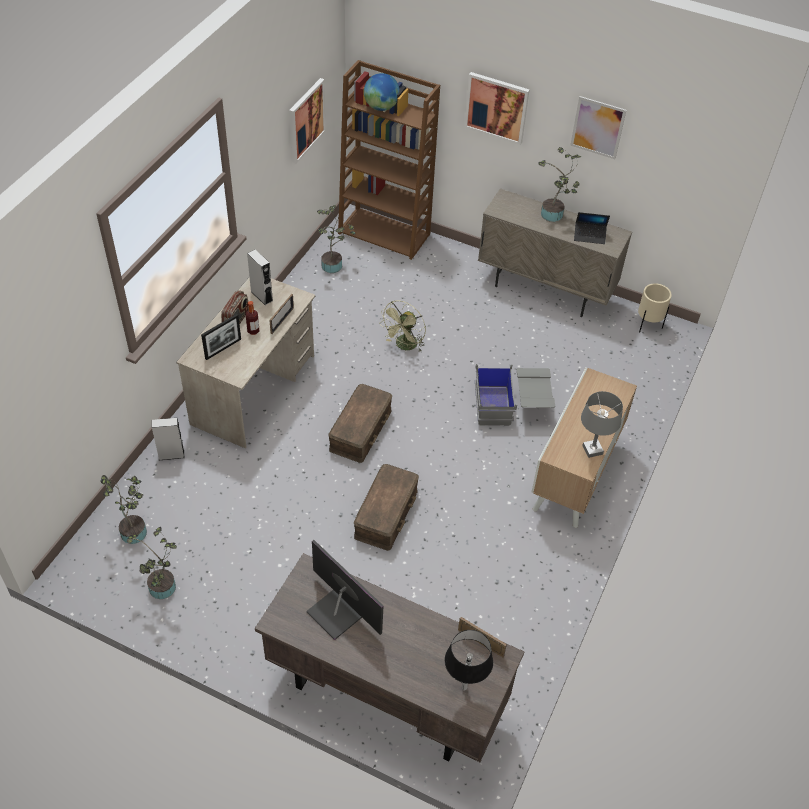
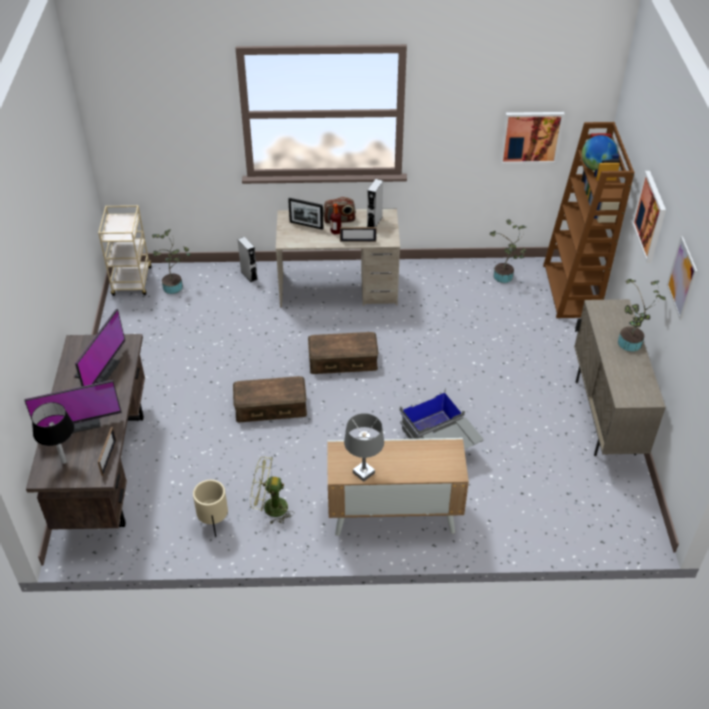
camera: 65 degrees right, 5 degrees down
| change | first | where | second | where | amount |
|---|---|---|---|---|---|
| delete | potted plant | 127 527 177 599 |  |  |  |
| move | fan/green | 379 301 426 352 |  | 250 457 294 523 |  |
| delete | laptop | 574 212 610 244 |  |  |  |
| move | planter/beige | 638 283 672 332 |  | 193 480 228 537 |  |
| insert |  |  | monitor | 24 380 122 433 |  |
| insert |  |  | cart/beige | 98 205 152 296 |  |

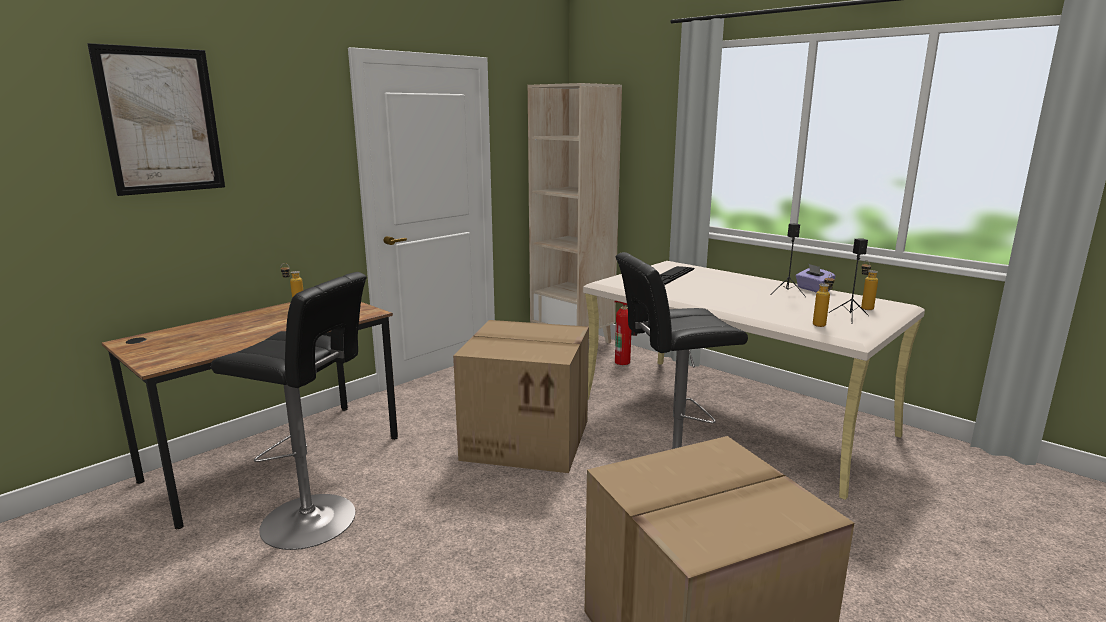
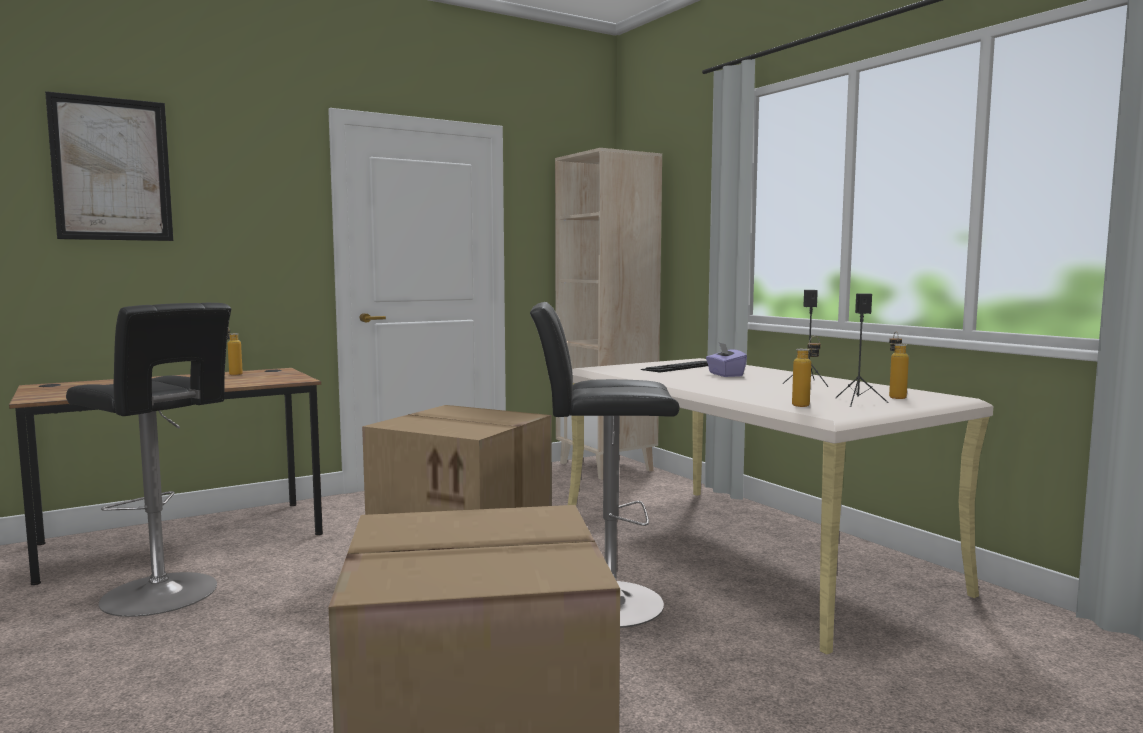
camera: 15 degrees right, 10 degrees down
| change | first | where | second | where | amount |
|---|---|---|---|---|---|
| delete | fire extinguisher | 615 301 637 365 |  |  |  |
| move | tissue box/purple | 796 264 836 293 |  | 706 343 747 377 |  |

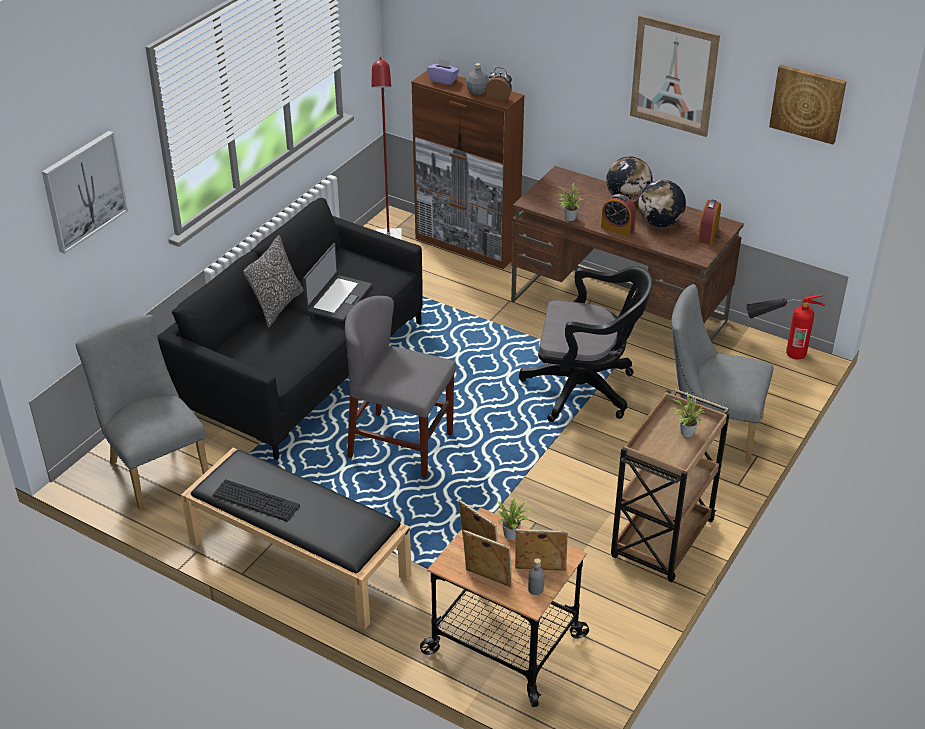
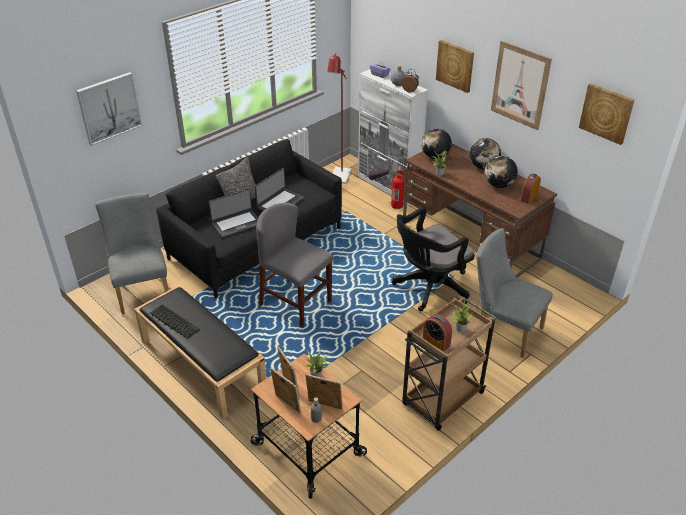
camera: 15 degrees right, 0 degrees up
| change | first | where | second | where | amount |
|---|---|---|---|---|---|
| recolor | cabinet/brown | 412 70 525 269 | cabinet/white | 358 69 428 195 |  |
| rotate | office chair/black | 519 266 653 422 |  | 392 207 474 311 | 120 degrees clockwise |
| move | alarm clock | 601 194 636 236 |  | 423 314 452 351 |  |
| move | fire extinguisher | 746 295 825 359 |  | 368 169 405 209 |  |
| insert |  |  | laptop | 209 189 258 238 |  |
| insert |  |  | globe | 421 128 452 159 |  |
| insert |  |  | picture | 436 40 474 93 |  |

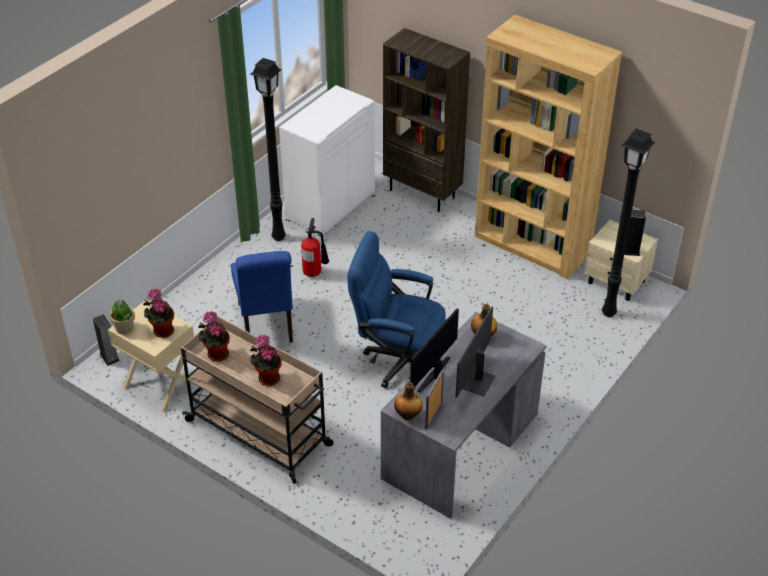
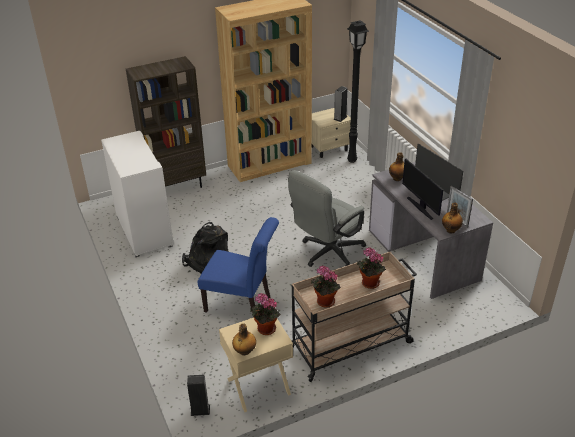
camera: 60 degrees left, 5 degrees down
| change | first | where | second | where | amount |
|---|---|---|---|---|---|
| replace | potted plant | 109 300 135 334 | bottle | 232 323 256 356 |  |
| delete | floor lamp/black | 250 58 286 241 |  |  |  |
| replace | fire extinguisher | 301 218 329 277 | backpack/black | 182 222 229 274 |  |
| recolor | office chair/blue | 347 231 446 388 | office chair/grey | 288 170 366 267 |  |

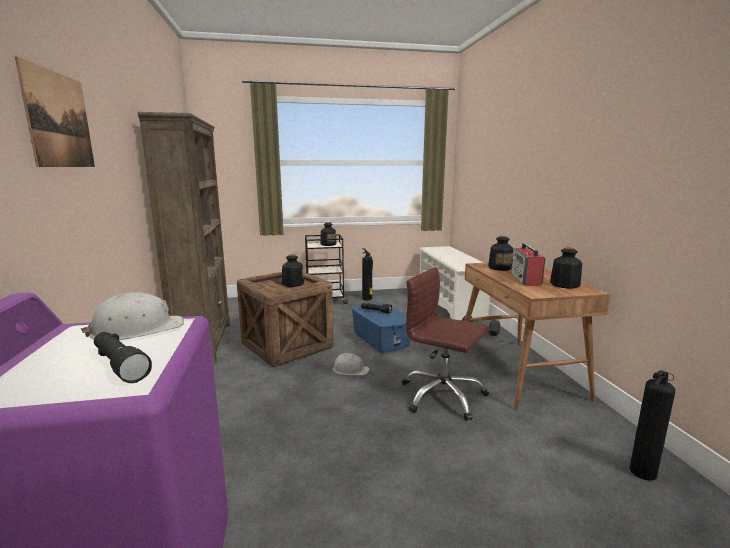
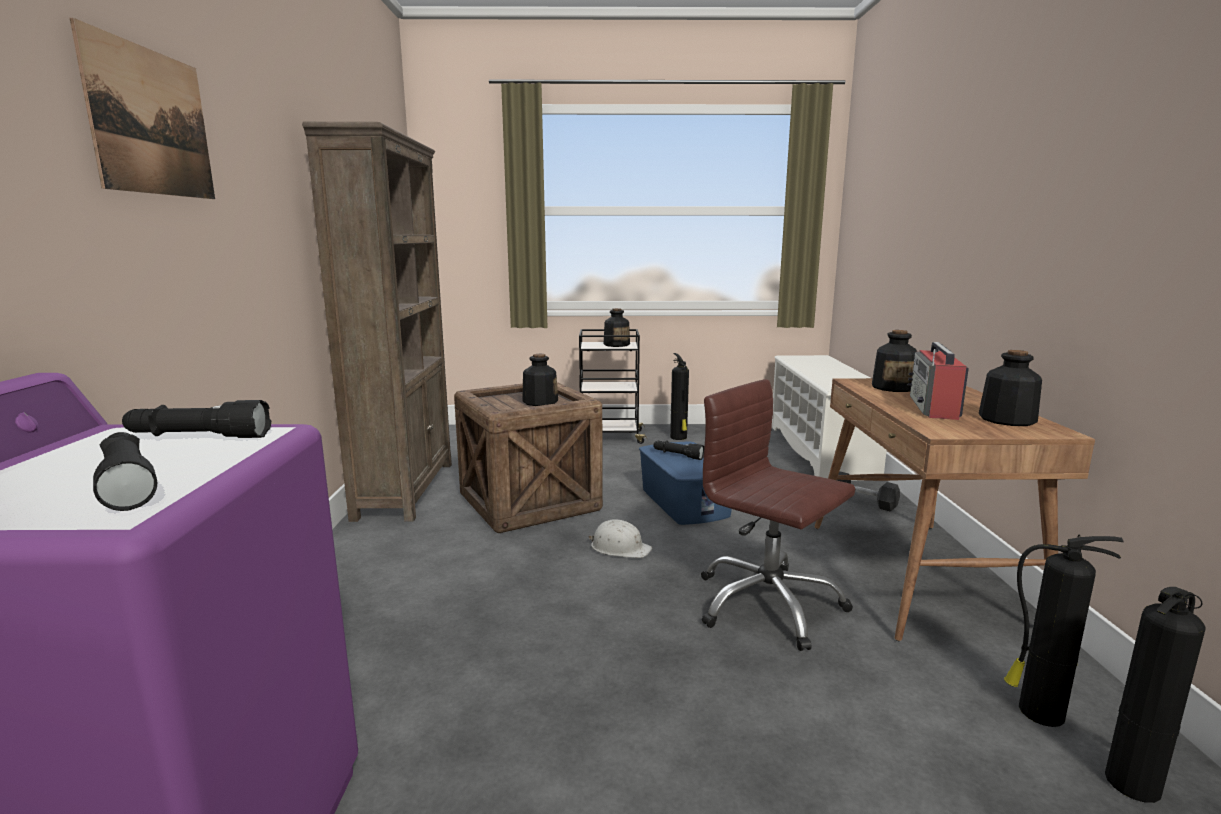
camera: 10 degrees right, 0 degrees up
| change | first | where | second | where | amount |
|---|---|---|---|---|---|
| replace | hard hat/white | 81 292 184 340 | flashlight/black | 122 400 271 438 |  |
| insert |  |  | fire extinguisher | 1004 535 1124 727 |  |

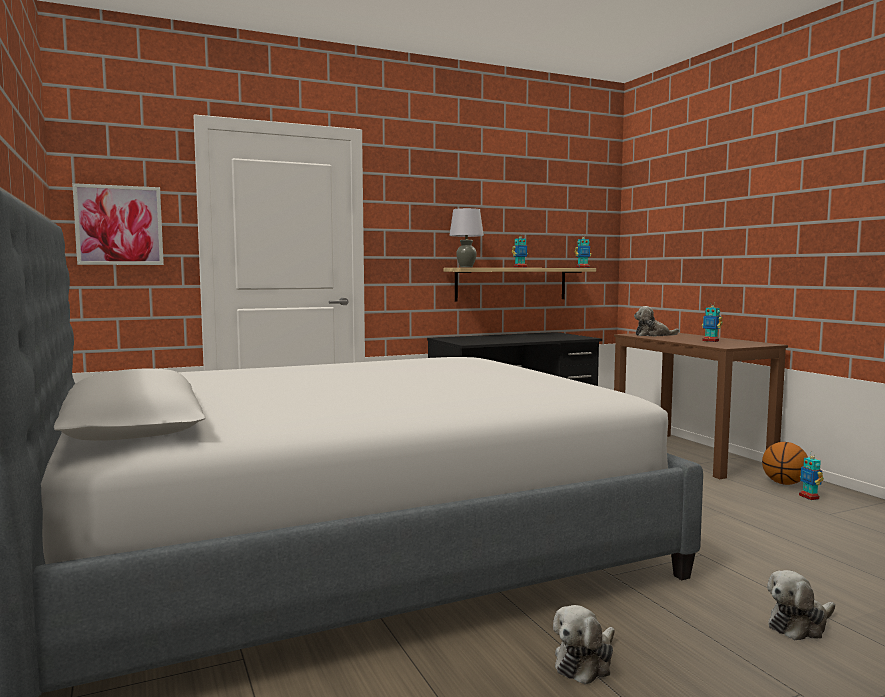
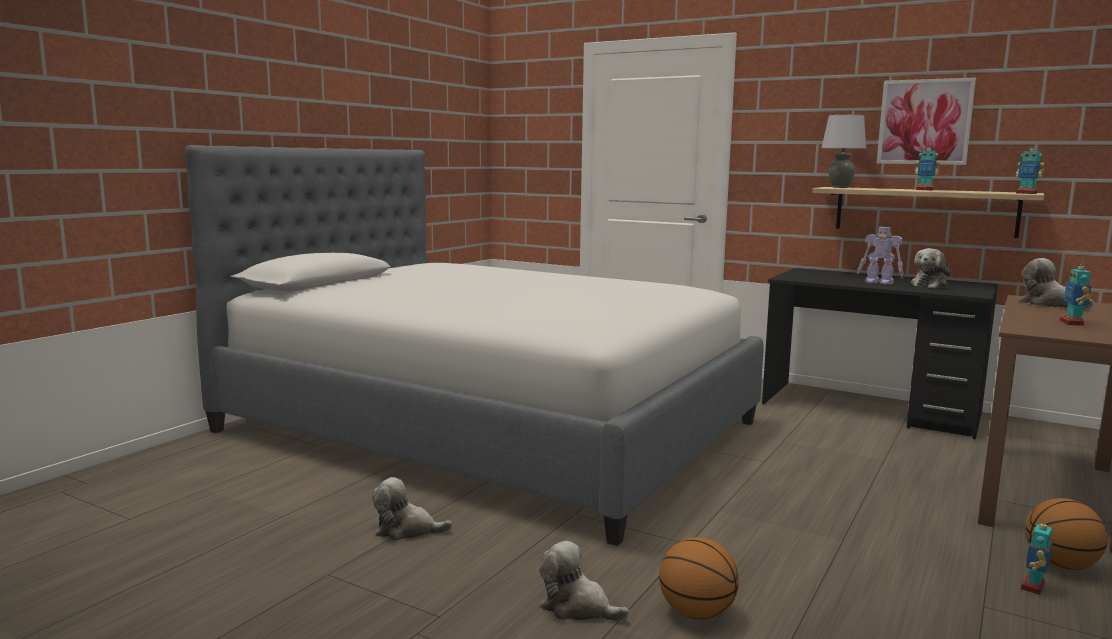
camera: 55 degrees right, 5 degrees up
| change | first | where | second | where | amount |
|---|---|---|---|---|---|
| move | picture | 72 183 164 265 |  | 877 78 976 165 |  |
| insert |  |  | basketball | 659 537 739 620 |  |
| insert |  |  | toy robot | 857 227 903 285 |  |
| insert |  |  | plush toy | 911 248 952 288 |  |

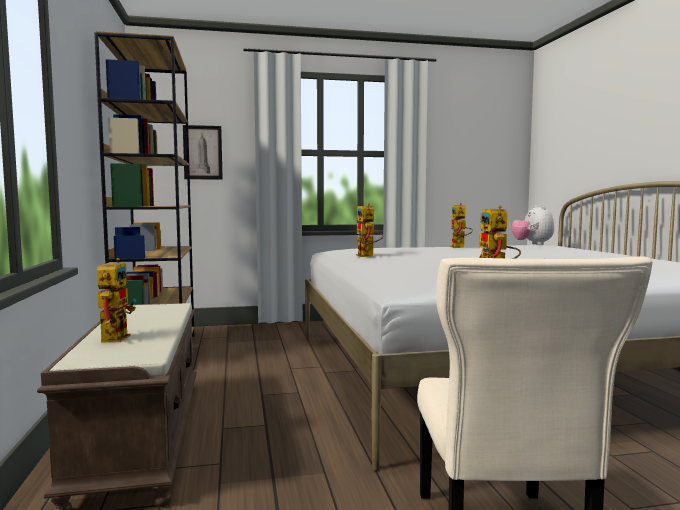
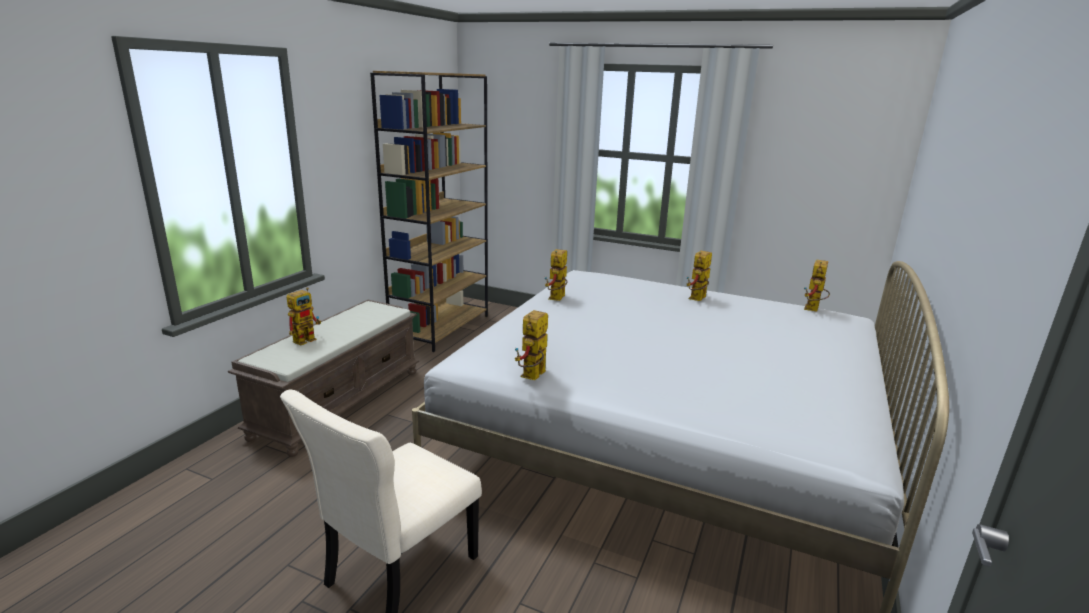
camera: 35 degrees right, 15 degrees up
| change | first | where | second | where | amount |
|---|---|---|---|---|---|
| delete | picture | 183 125 223 180 |  |  |  |
| replace | plush toy | 511 205 554 245 | toy robot | 804 259 830 312 |  |

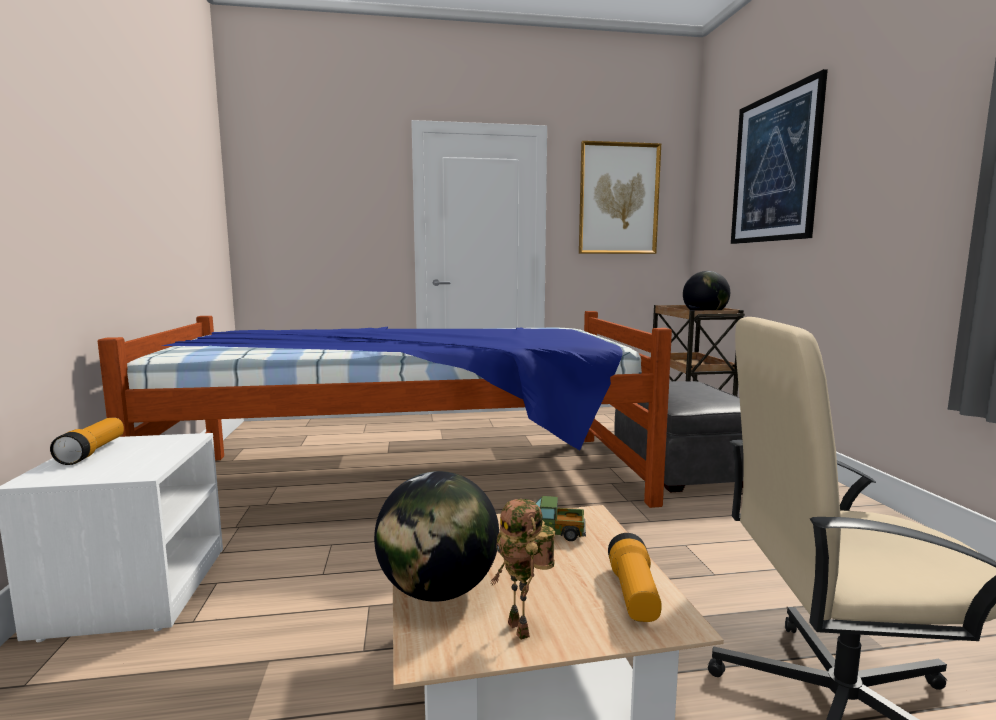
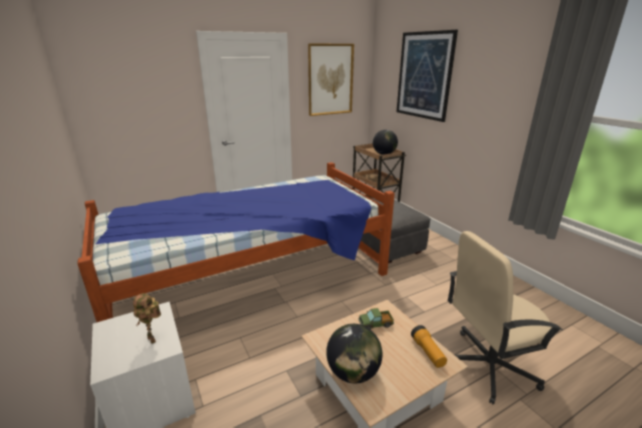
camera: 20 degrees left, 15 degrees up
| change | first | where | second | where | amount |
|---|---|---|---|---|---|
| delete | flashlight | 50 418 124 465 |  |  |  |
| move | toy robot | 491 499 555 640 |  | 133 293 161 344 |  |

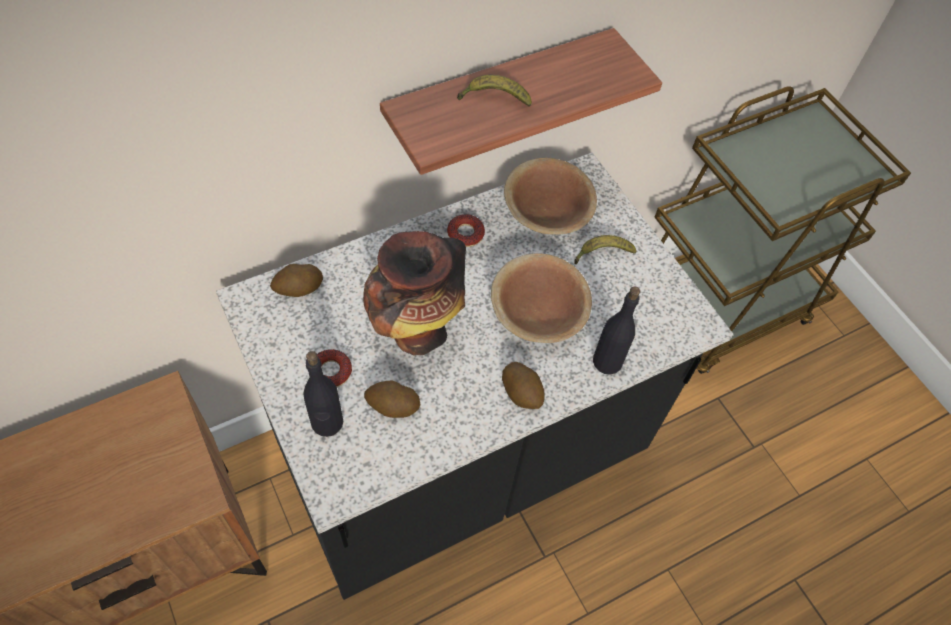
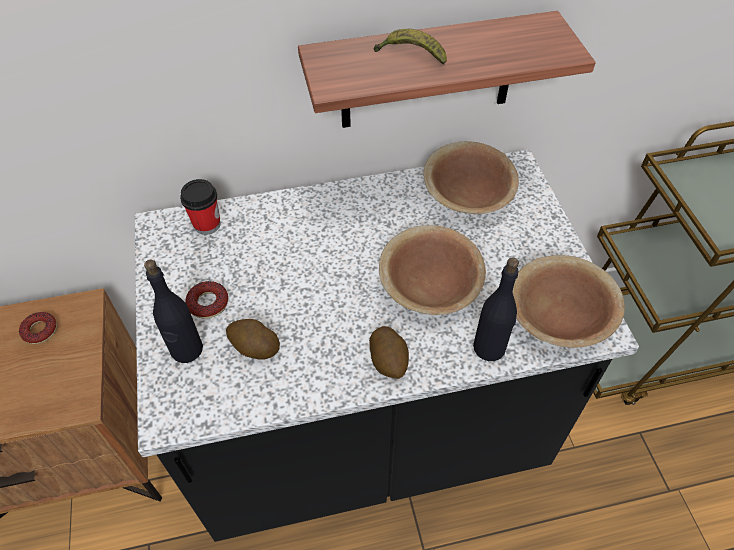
camera: 20 degrees right, 5 degrees down
| change | first | where | second | where | amount |
|---|---|---|---|---|---|
| replace | potato | 270 264 323 297 | cup | 180 179 221 235 |  |
| delete | vase | 363 231 466 355 |  |  |  |
| move | donut | 447 214 485 247 |  | 19 312 57 344 |  |
| delete | banana | 574 235 636 264 |  |  |  |
| insert |  |  | bowl/brown | 513 255 625 348 |  |

